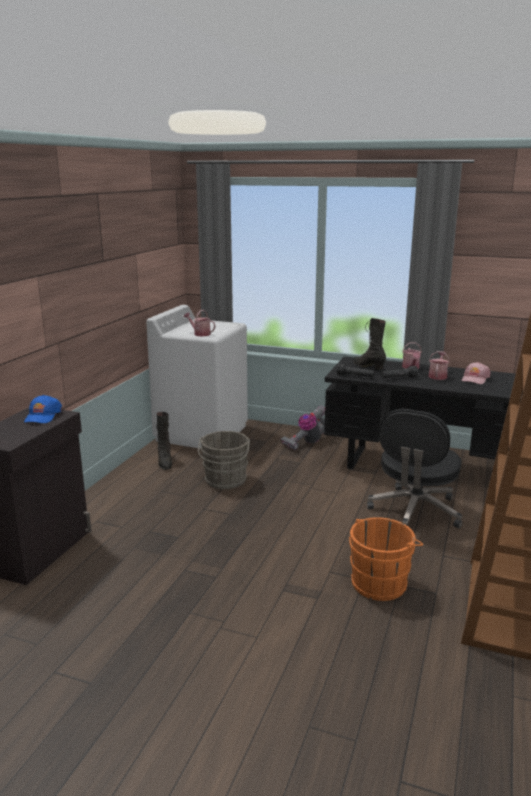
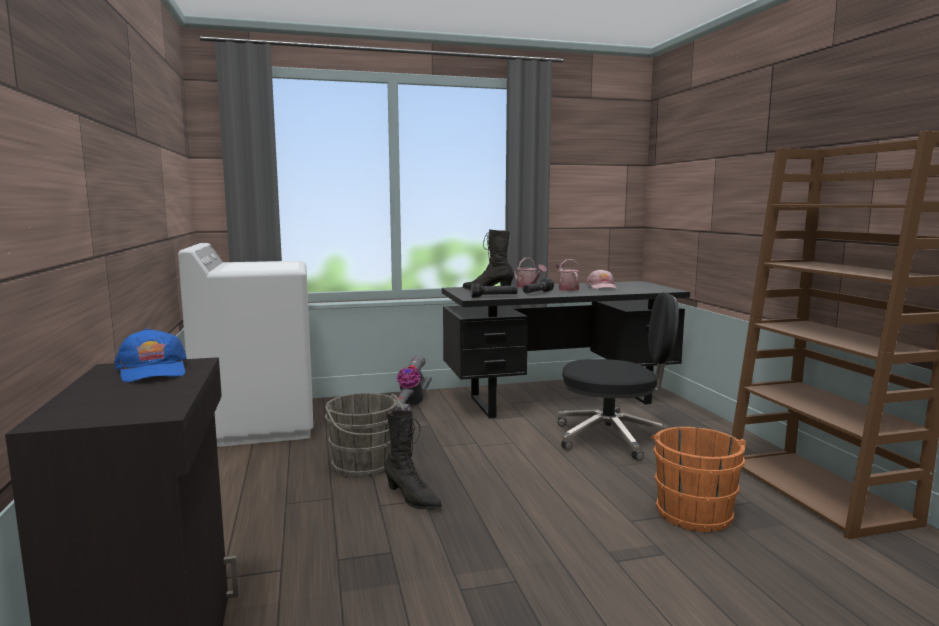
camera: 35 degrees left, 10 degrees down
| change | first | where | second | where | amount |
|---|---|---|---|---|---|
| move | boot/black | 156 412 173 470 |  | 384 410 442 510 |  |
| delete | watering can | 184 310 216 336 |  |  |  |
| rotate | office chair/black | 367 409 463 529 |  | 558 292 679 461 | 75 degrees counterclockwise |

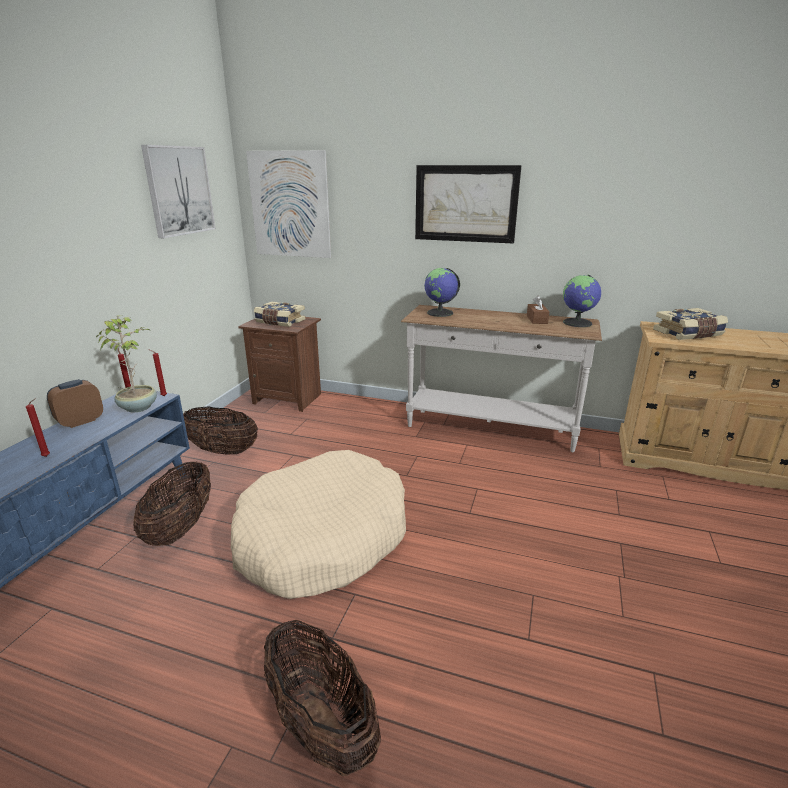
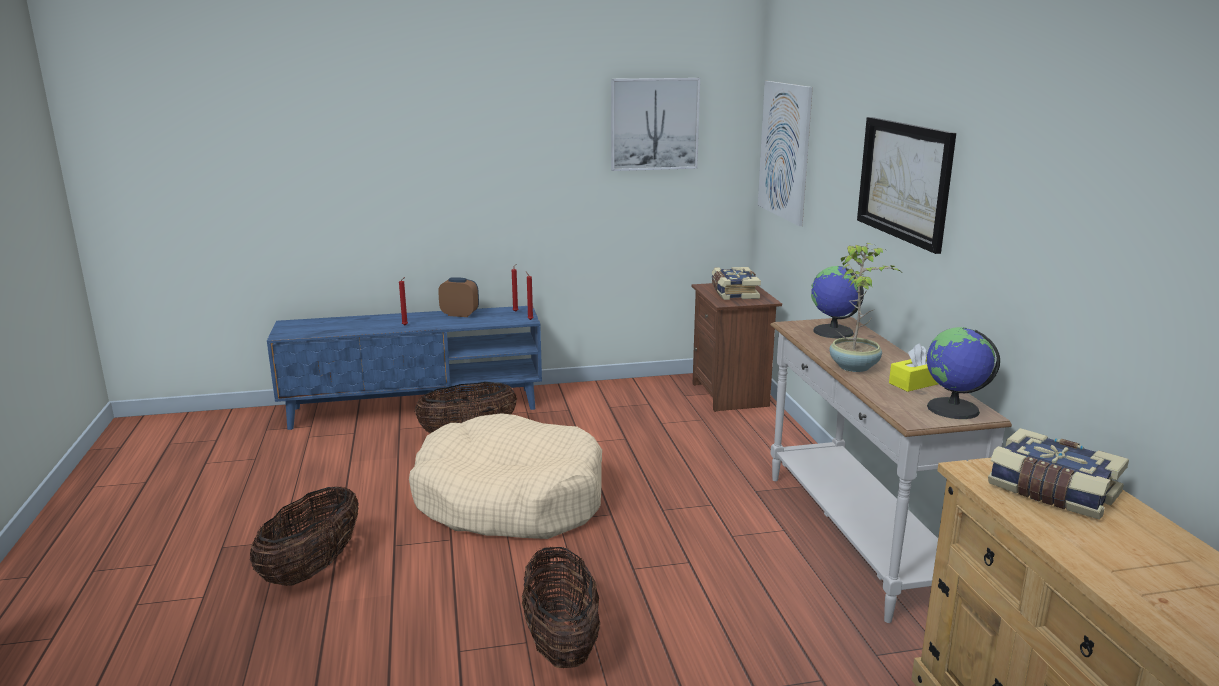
camera: 60 degrees right, 5 degrees down
| change | first | where | second | where | amount |
|---|---|---|---|---|---|
| move | potted plant | 96 317 157 413 |  | 829 243 901 372 |  |
| move | basket | 183 406 258 455 |  | 522 546 600 668 |  |
| recolor | tissue box/brown | 527 295 549 324 | tissue box/yellow | 889 343 938 392 |  |

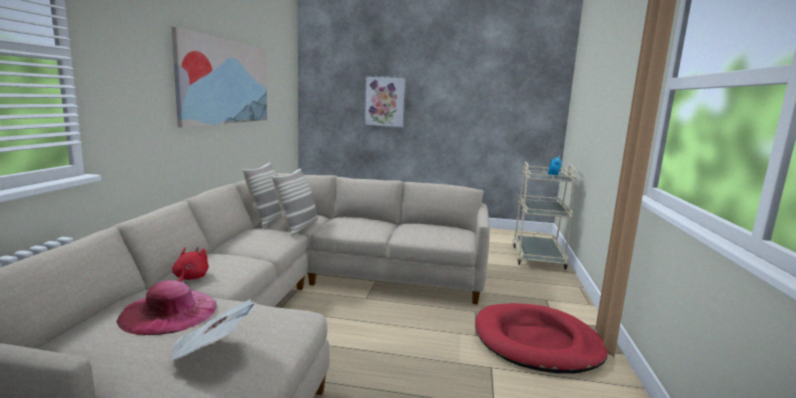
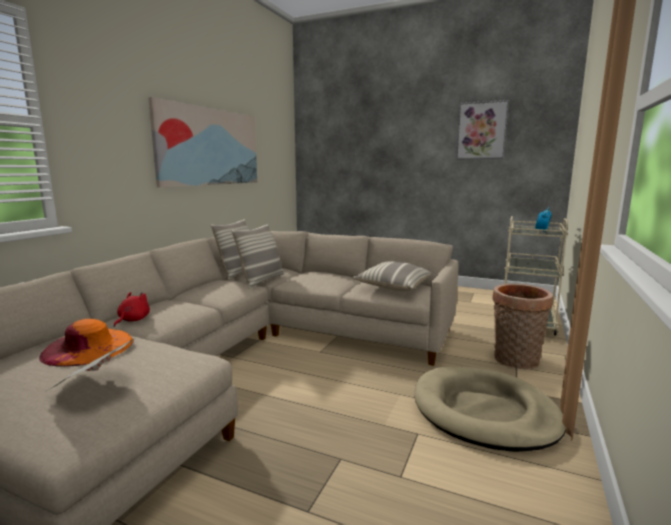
camera: 15 degrees right, 0 degrees up
| change | first | where | second | where | amount |
|---|---|---|---|---|---|
| recolor | hat/pink | 116 280 217 335 | hat/orange | 39 319 134 367 |  |
| move | picture | 364 75 406 128 |  | 456 100 508 159 |  |
| recolor | dog bed/red | 475 303 608 374 | dog bed/beige | 414 367 566 452 |  |
| insert |  |  | pillow | 353 261 431 291 |  |
| insert |  |  | basket | 492 284 553 369 |  |

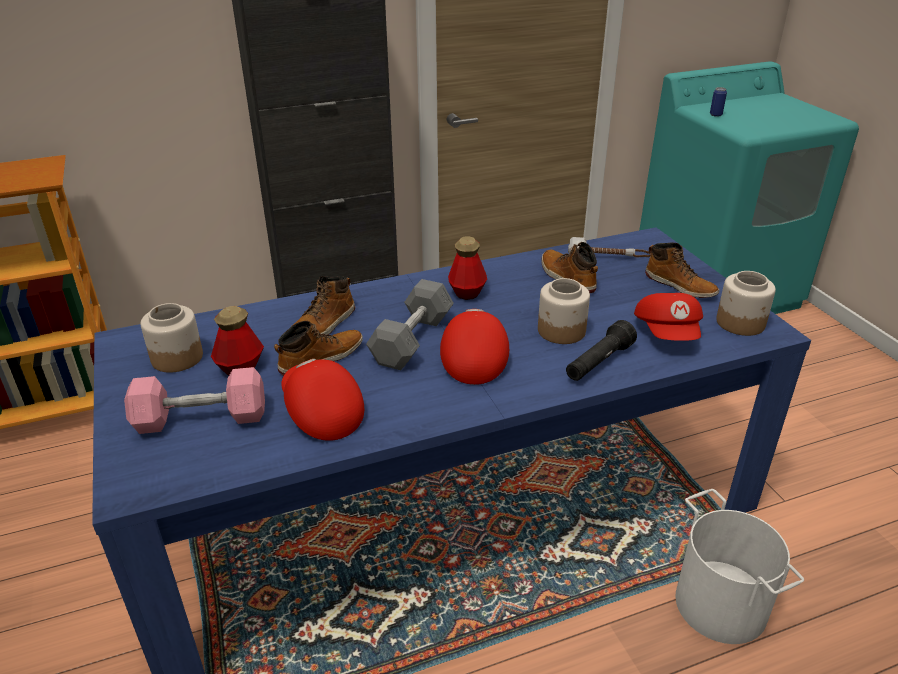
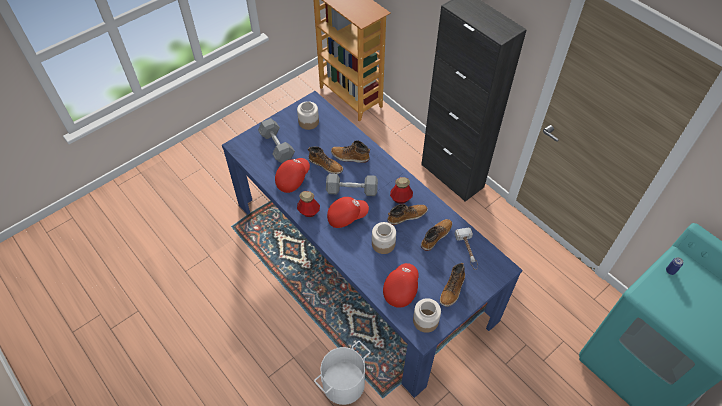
camera: 70 degrees right, 20 degrees up
| change | first | where | second | where | amount |
|---|---|---|---|---|---|
| recolor | dumbbell/pink | 124 367 265 434 | dumbbell/grey | 258 118 295 163 |  |
| move | bottle | 211 306 264 375 |  | 297 191 320 217 |  |
| delete | flashlight/black | 566 320 637 381 |  |  |  |
| rotate | cap/red | 634 293 703 341 |  | 383 263 419 308 | 135 degrees clockwise |
| insert |  |  | boot | 387 204 428 225 |  |

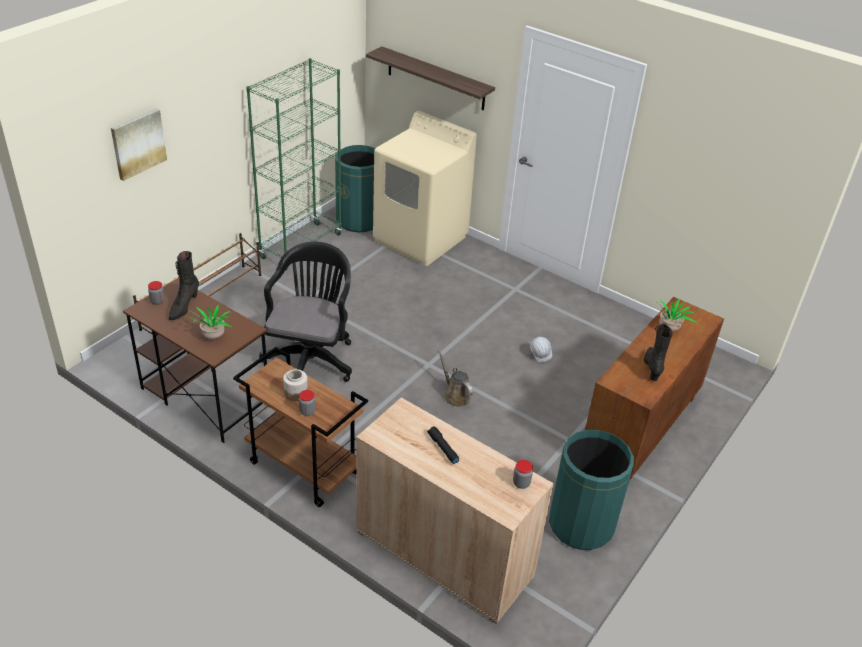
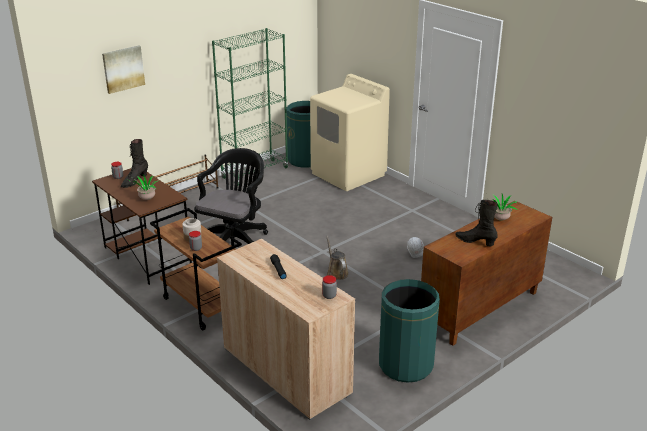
camera: 15 degrees right, 10 degrees down
| change | first | where | second | where | amount |
|---|---|---|---|---|---|
| delete | shelf | 366 47 495 110 |  |  |  |
| rotate | boot/black | 644 323 673 381 |  | 455 200 498 246 | 75 degrees counterclockwise |

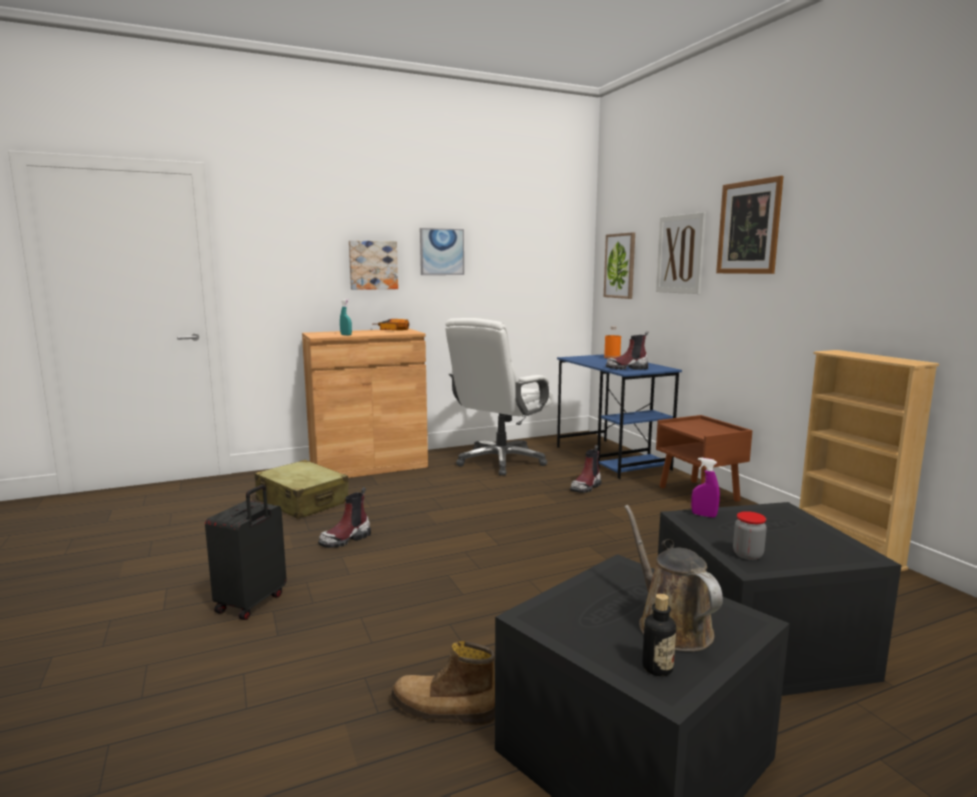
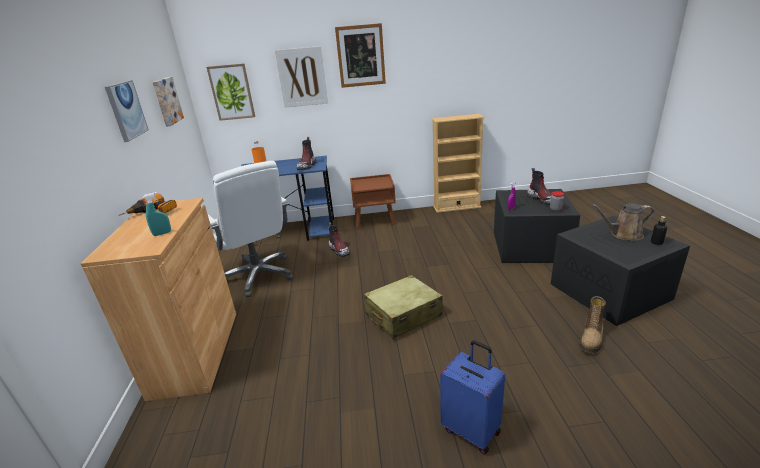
camera: 70 degrees left, 15 degrees up
| change | first | where | second | where | amount |
|---|---|---|---|---|---|
| recolor | suitcase/black | 205 485 287 620 | suitcase/blue | 440 340 505 455 |  |
| move | suitcase/beige | 255 460 348 519 |  | 364 275 443 339 |  |
| move | boot | 318 487 371 548 |  | 527 168 552 205 |  |
| move | picture | 349 241 398 290 |  | 152 77 184 127 |  |

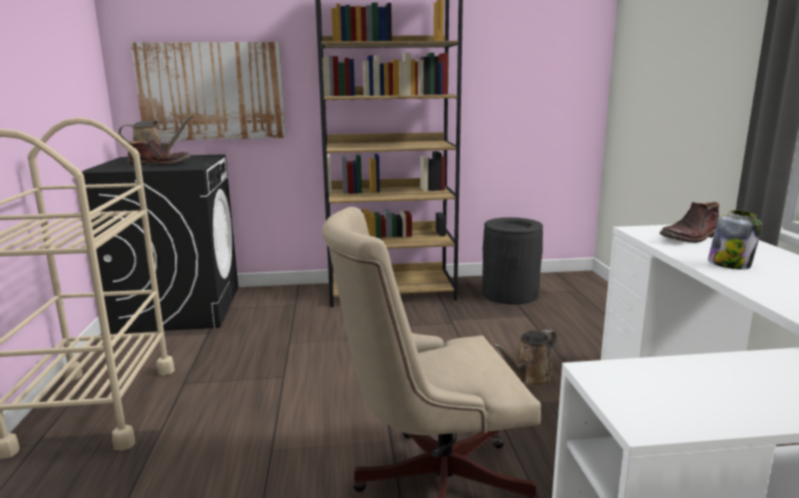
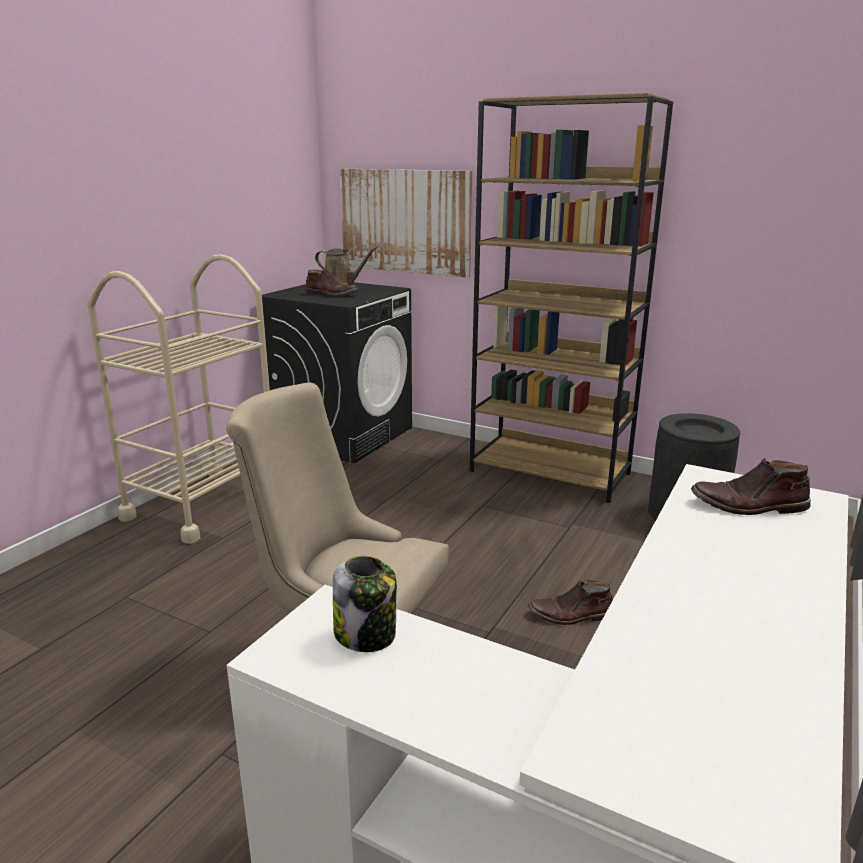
camera: 35 degrees right, 5 degrees up
| change | first | where | second | where | amount |
|---|---|---|---|---|---|
| replace | watering can/brown | 493 329 557 386 | boot/brown | 528 580 613 625 |  |
| move | jar | 708 210 762 270 |  | 333 556 397 652 |  |

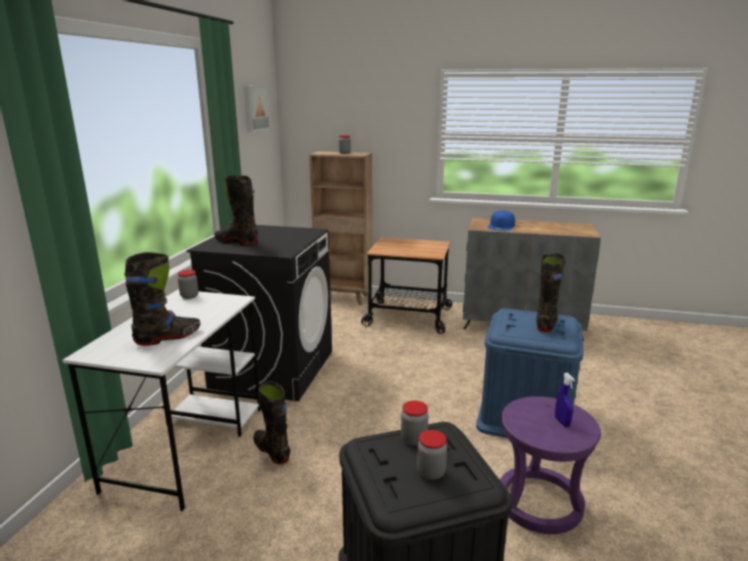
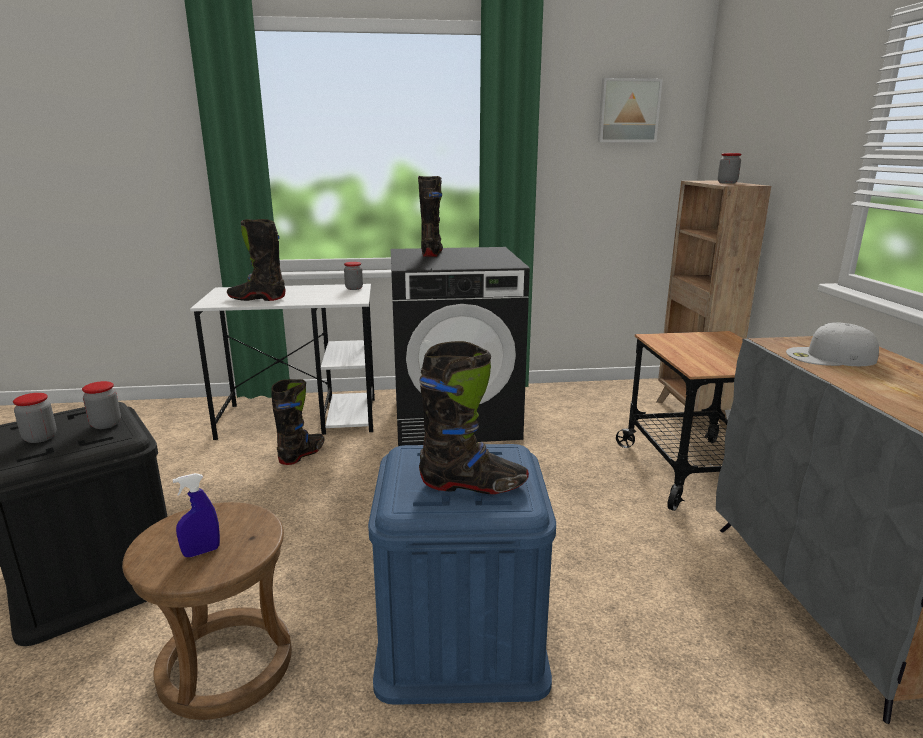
camera: 70 degrees right, 0 degrees up
| change | first | where | second | where | amount |
|---|---|---|---|---|---|
| rotate | boot/black | 125 252 201 346 |  | 227 219 286 301 | 150 degrees clockwise |
| recolor | cap/blue | 488 211 515 231 | cap/white | 786 322 879 366 |  |
| recolor | stool/purple | 500 396 601 534 | stool/brown | 122 502 292 720 |  |

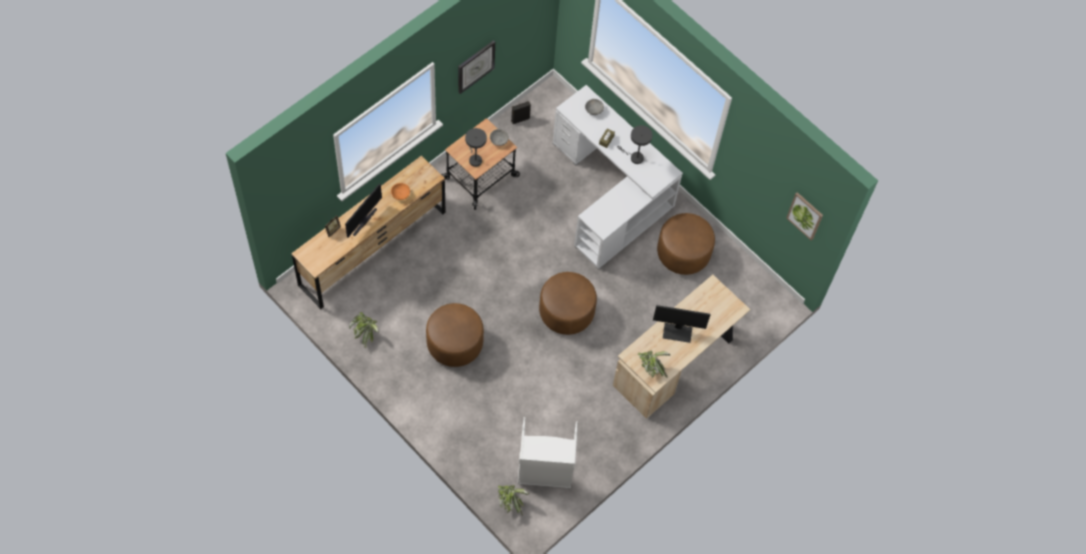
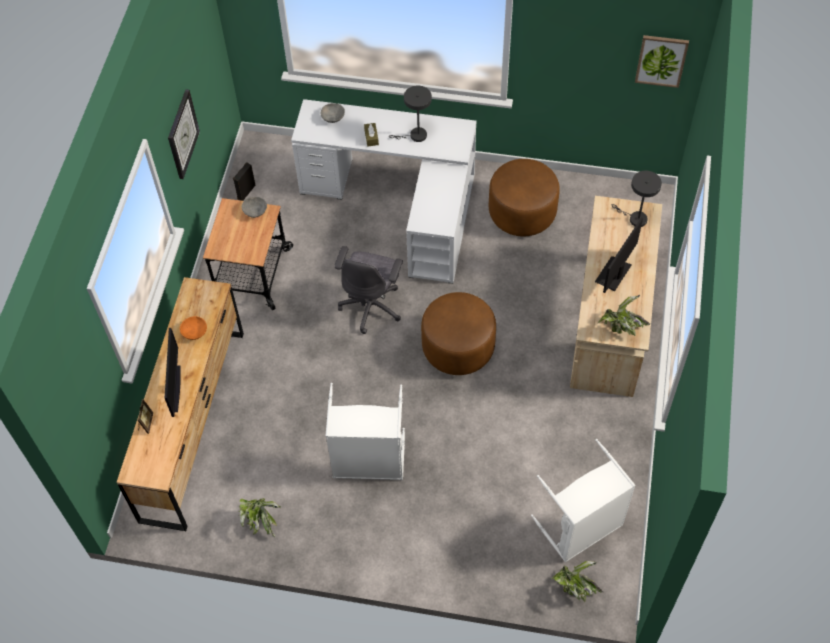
camera: 30 degrees left, 5 degrees down
| change | first | where | second | where | amount |
|---|---|---|---|---|---|
| replace | ottoman/brown | 426 303 484 367 | laundry basket/white | 325 383 405 480 |  |
| move | table lamp/grey | 465 128 487 167 |  | 611 171 662 227 |  |
| rotate | monitor | 653 305 710 343 |  | 595 218 643 293 | 150 degrees clockwise |
| insert |  |  | office chair/grey | 334 246 403 334 |  |

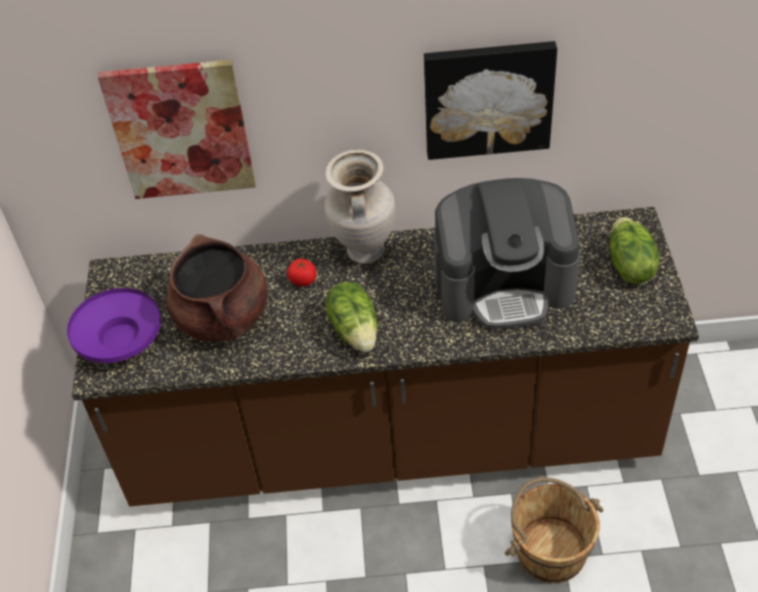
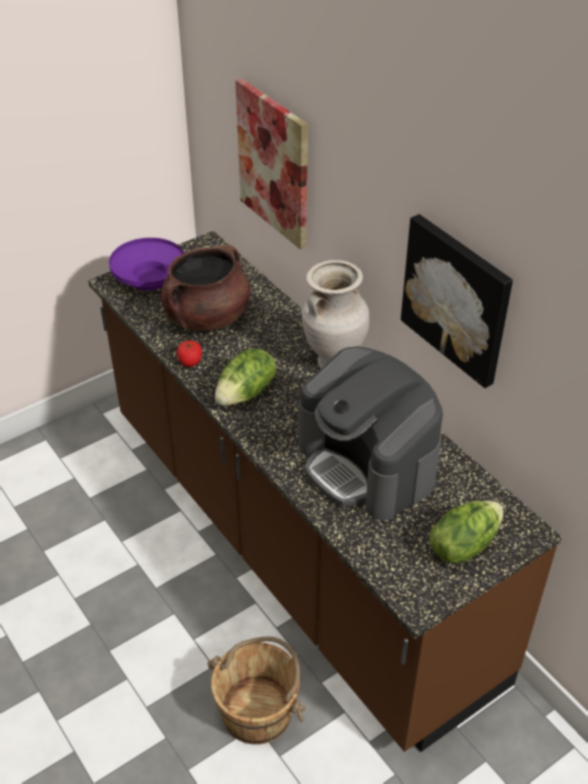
camera: 55 degrees right, 5 degrees down
| change | first | where | second | where | amount |
|---|---|---|---|---|---|
| move | tomato | 287 259 316 286 |  | 177 341 202 367 |  |

